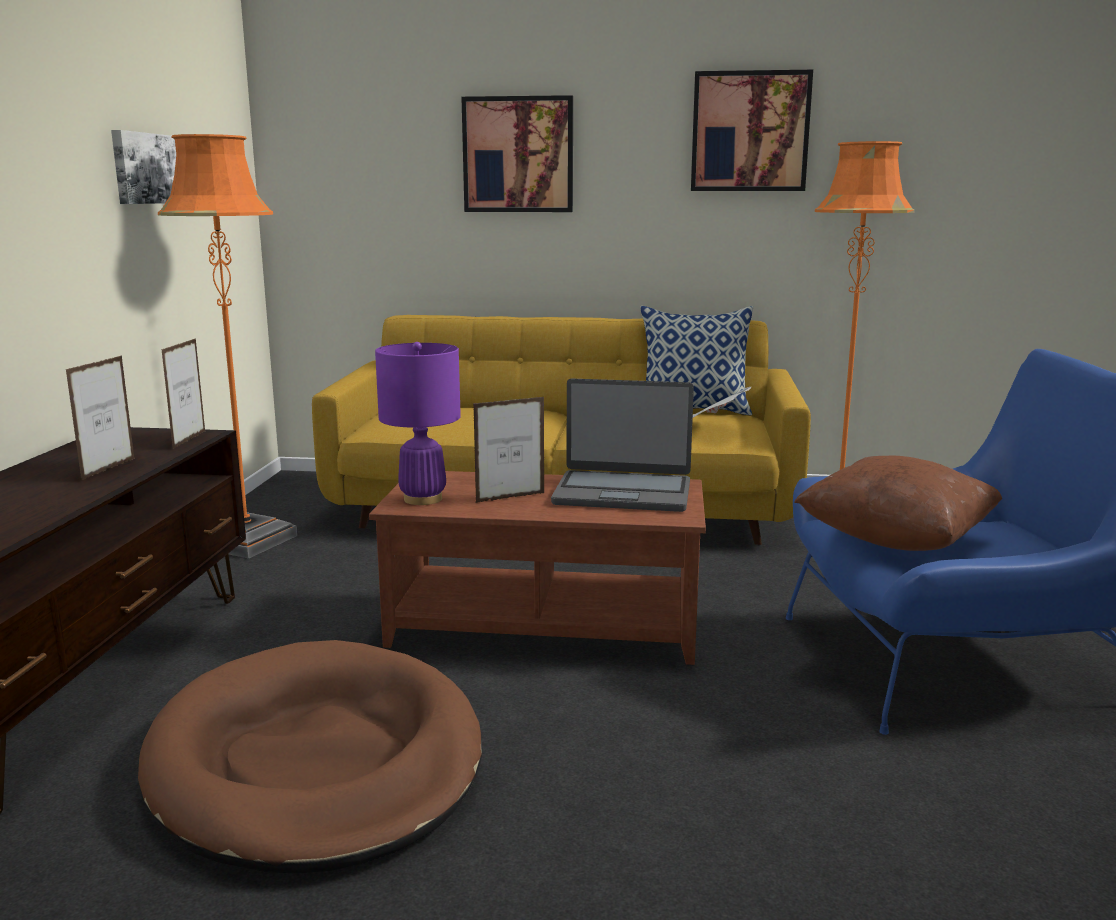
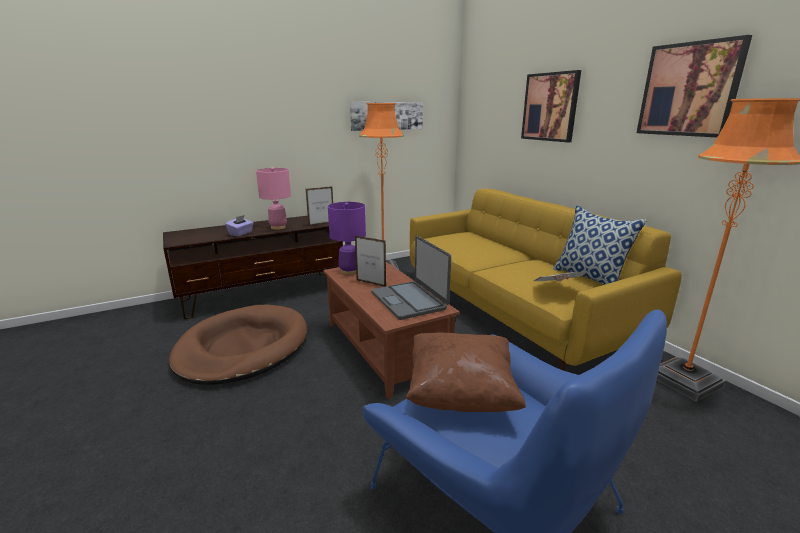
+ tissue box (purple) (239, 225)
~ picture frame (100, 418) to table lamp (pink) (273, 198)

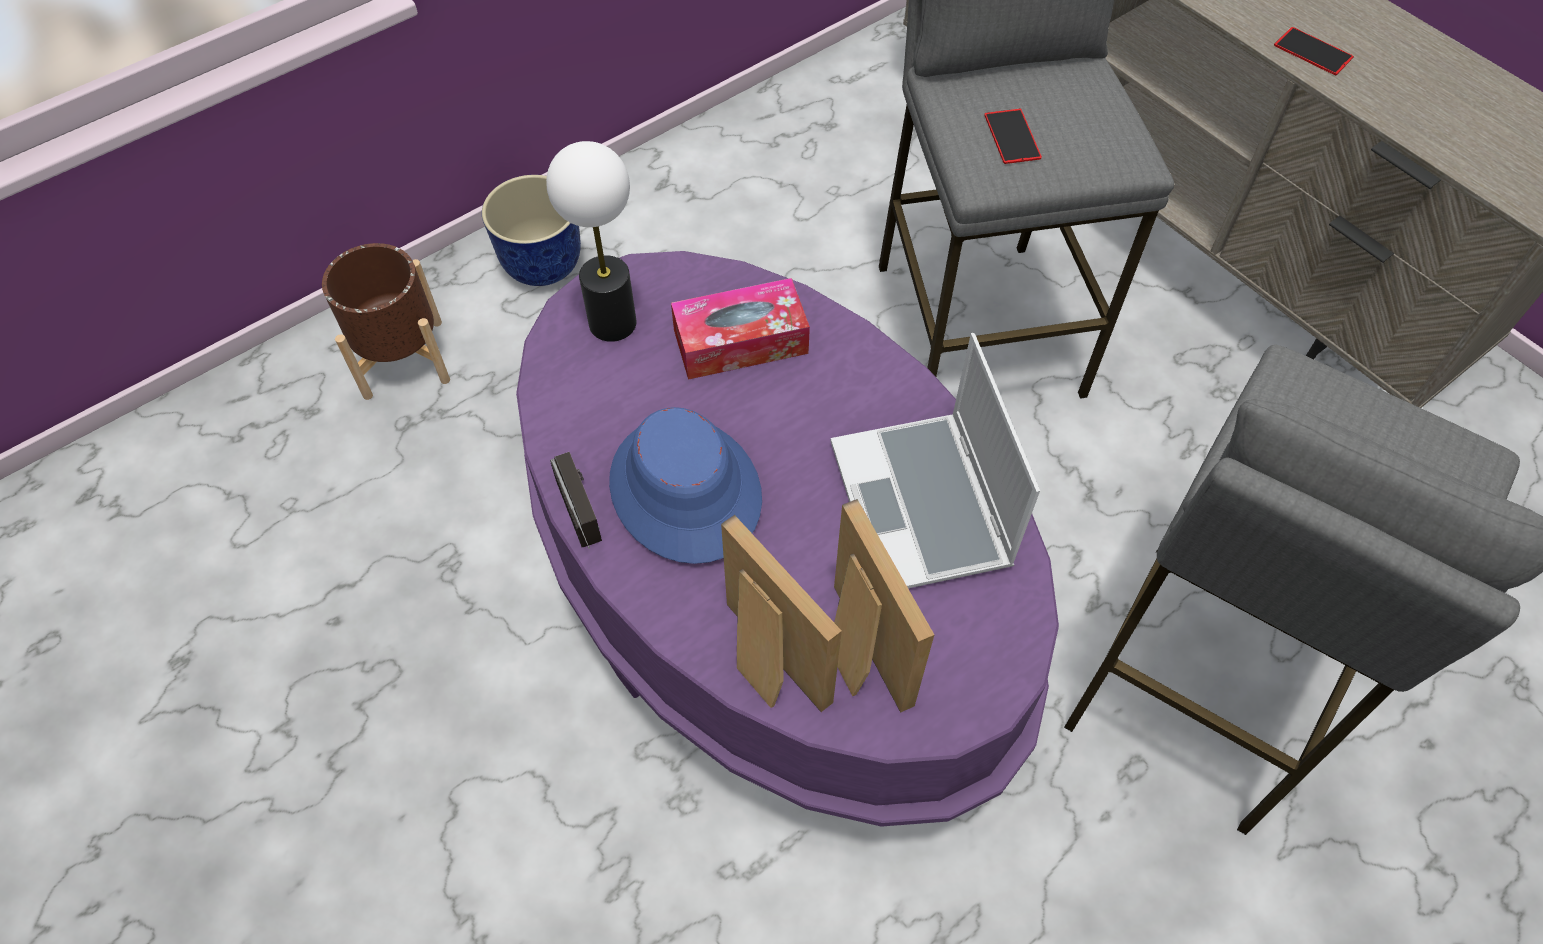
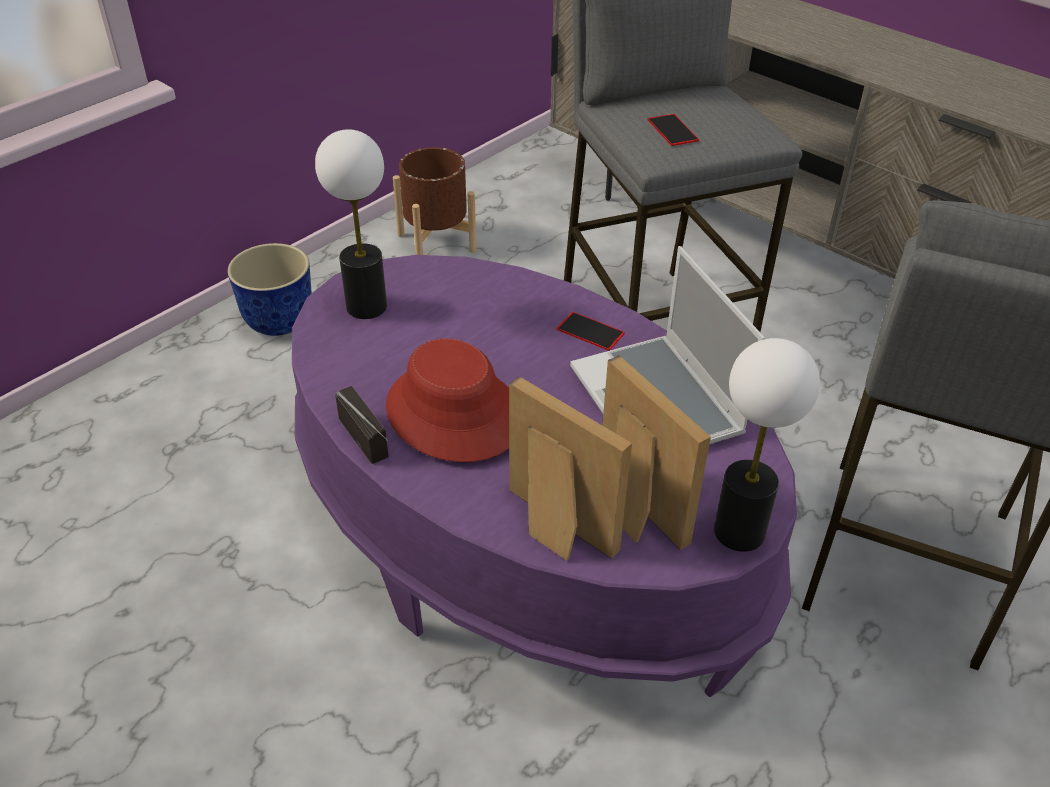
~ hat (blue) (685, 485) to hat (red) (447, 400)
~ planter (brown) (386, 321) to (434, 201)
~ phone (1314, 51) to (590, 331)
+ table lamp (767, 445)
- tissue box (740, 329)

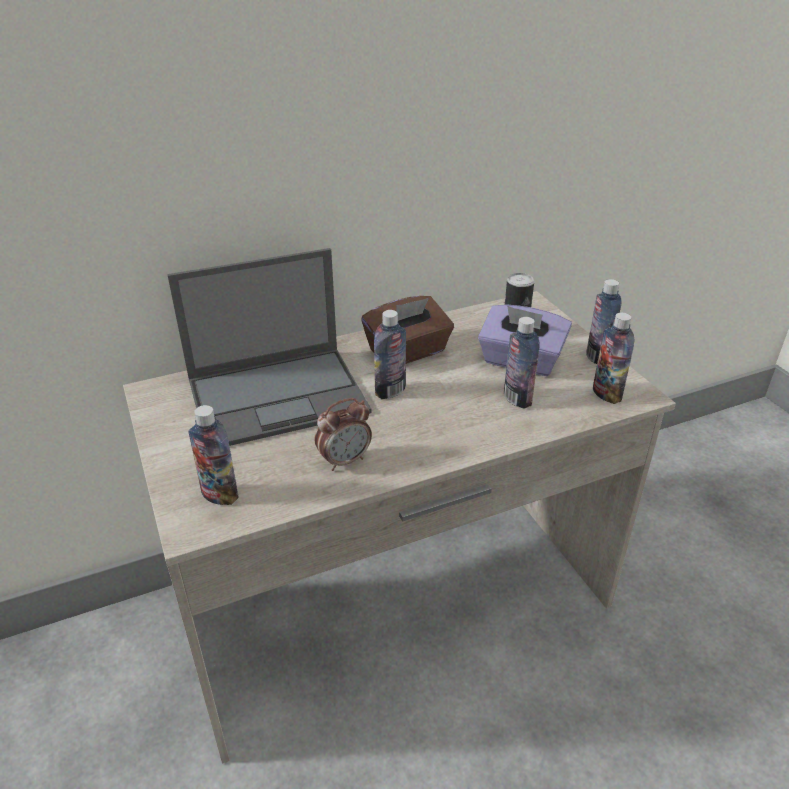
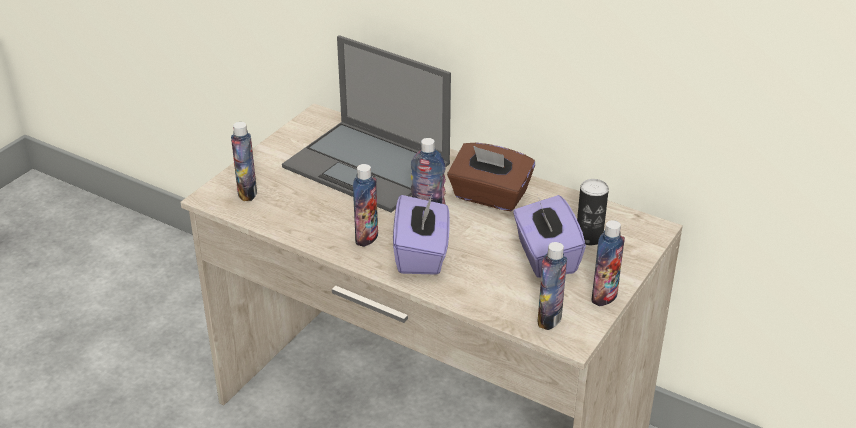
~ bottle (522, 363) to (365, 205)
+ tissue box (purple) (421, 234)
- alarm clock (343, 434)

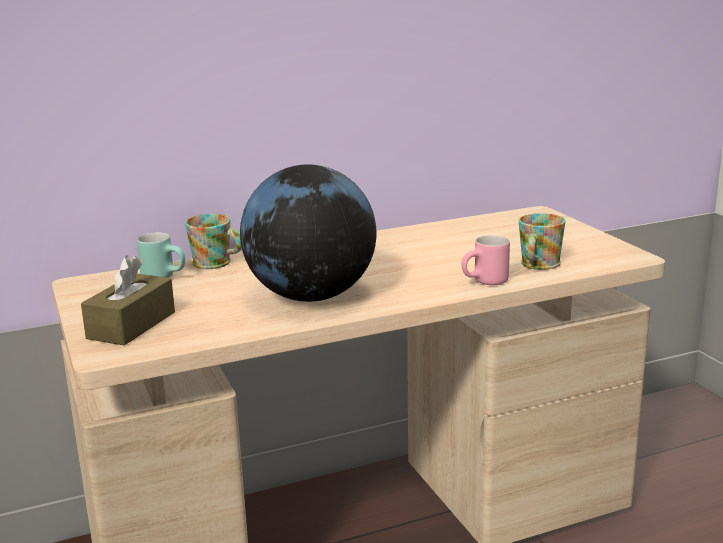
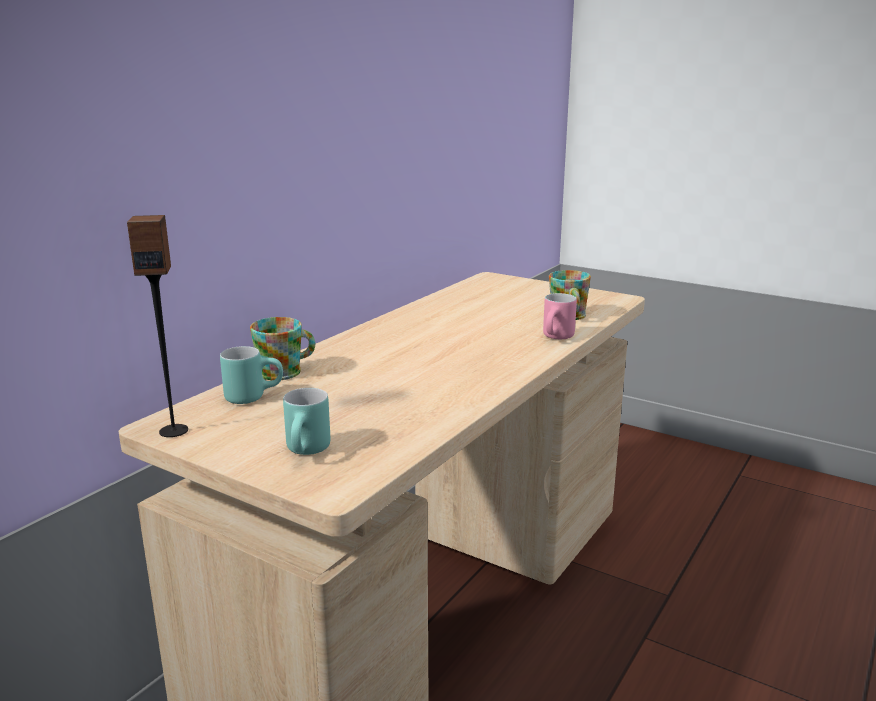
+ speaker (157, 326)
~ tissue box (brown) (128, 300) to mug (turquoise) (307, 421)
- globe (308, 233)

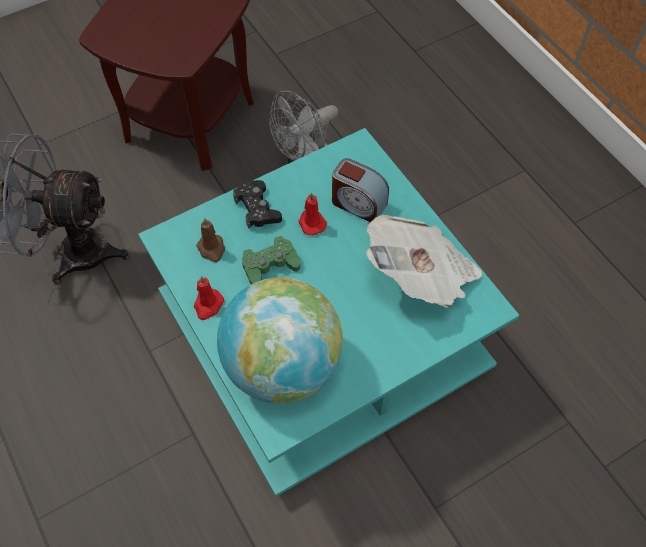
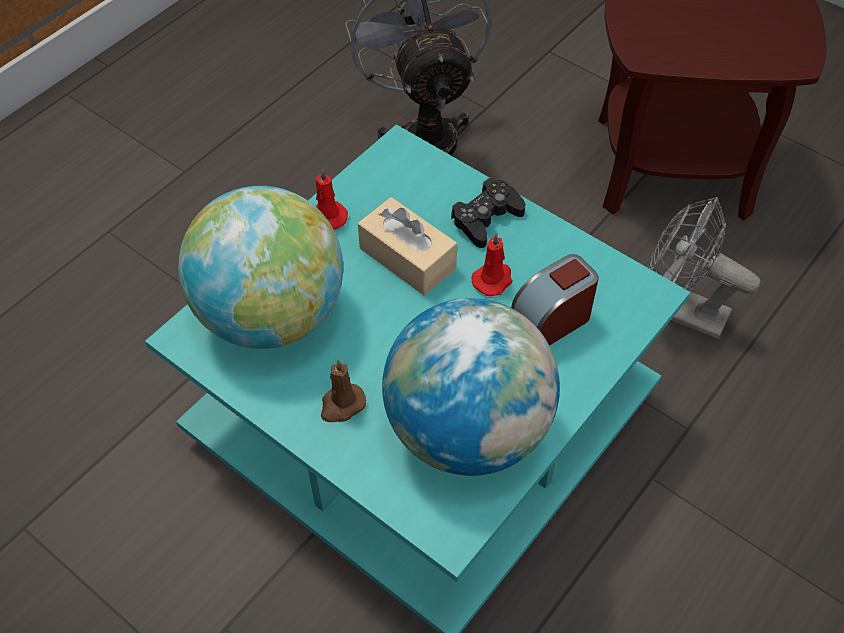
~ candle (brown) (210, 240) to (343, 391)
~ game controller (green) (271, 260) to tissue box (beige) (407, 246)
~ newspaper (424, 260) to globe (471, 387)
~ alarm clock (360, 190) = (555, 300) 45 degrees clockwise

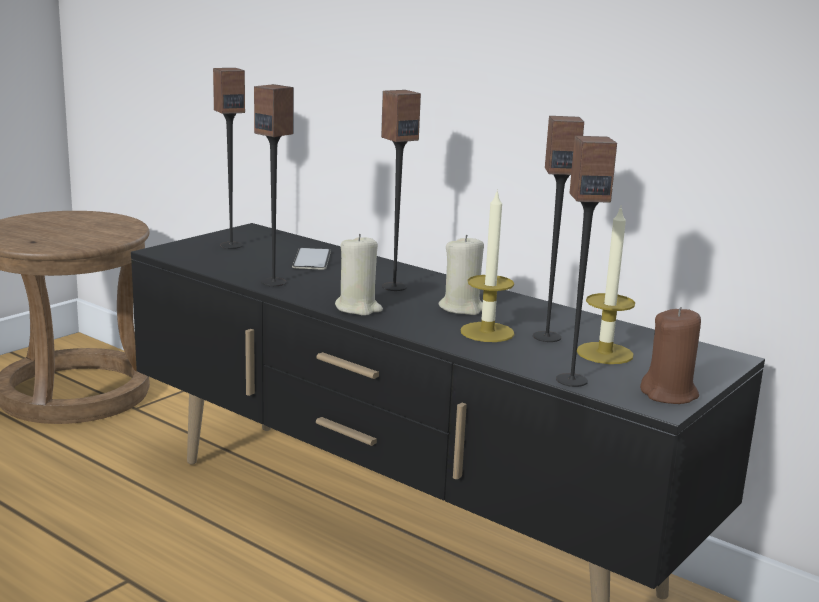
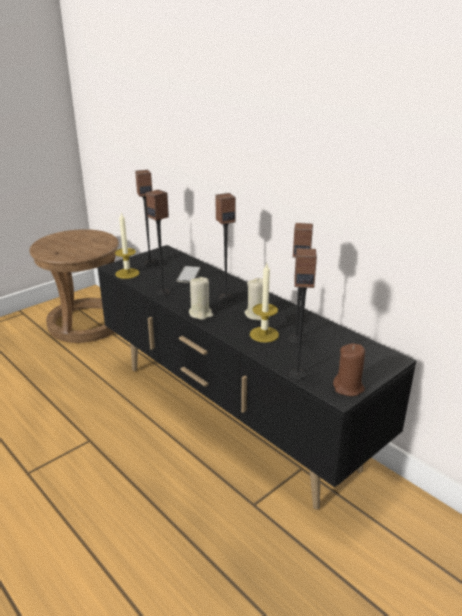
~ candle (606, 284) to (127, 245)

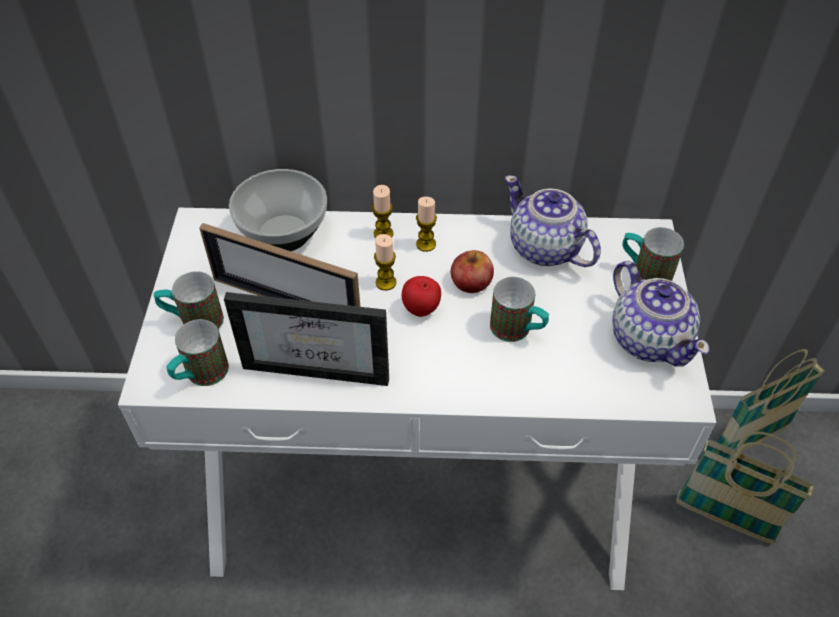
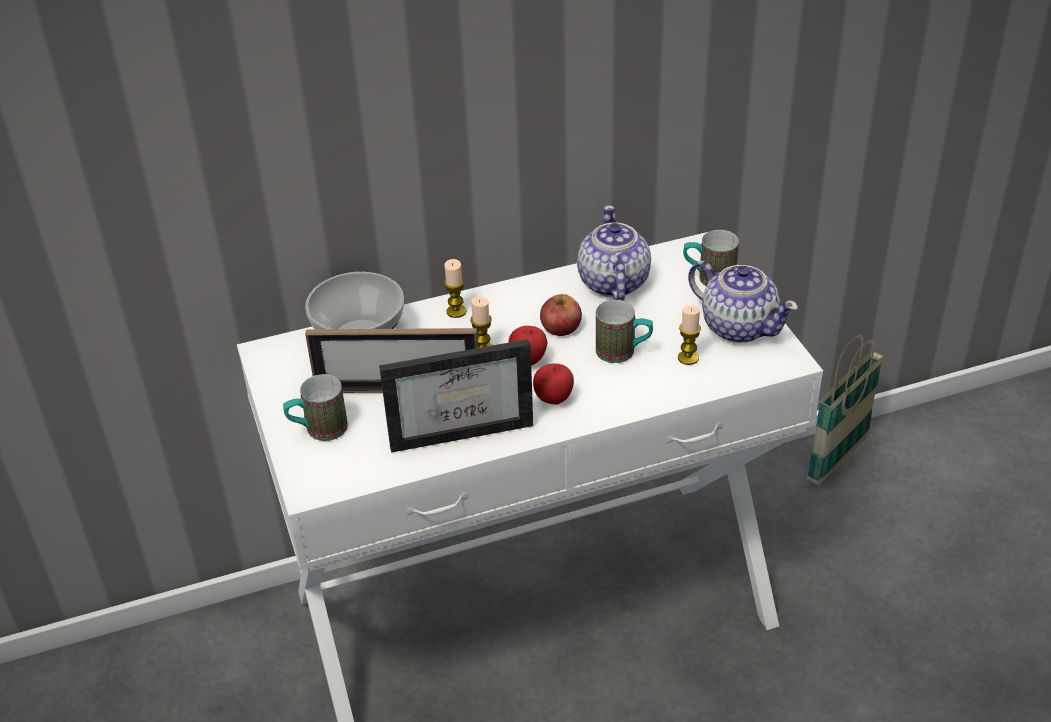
+ apple (553, 384)
~ teapot (553, 221) = (614, 253) 60 degrees clockwise
~ candle (426, 224) to (689, 335)
- mug (197, 352)
- basket (745, 488)

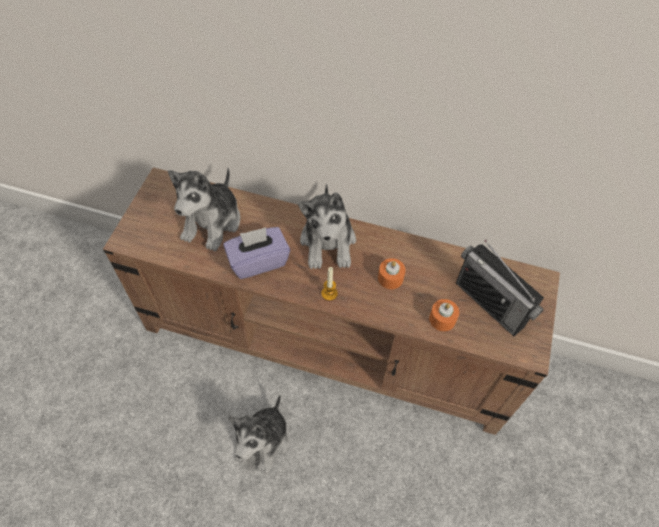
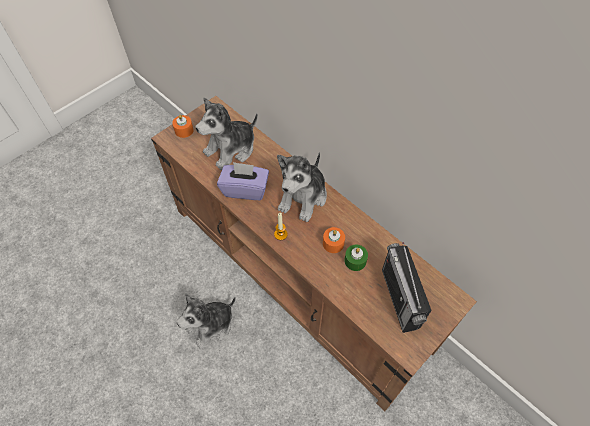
~ candle (orange) (444, 315) to (182, 126)
+ candle (green) (356, 258)

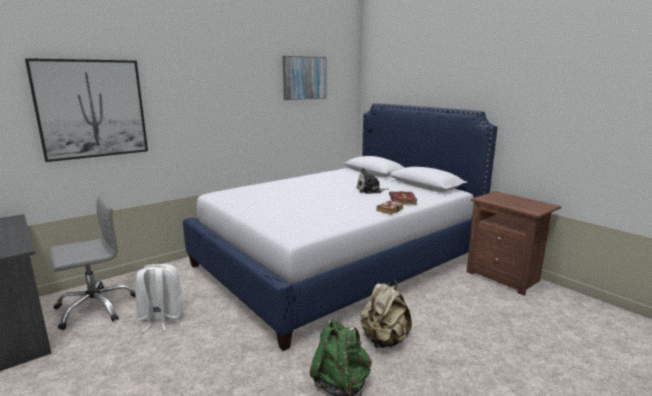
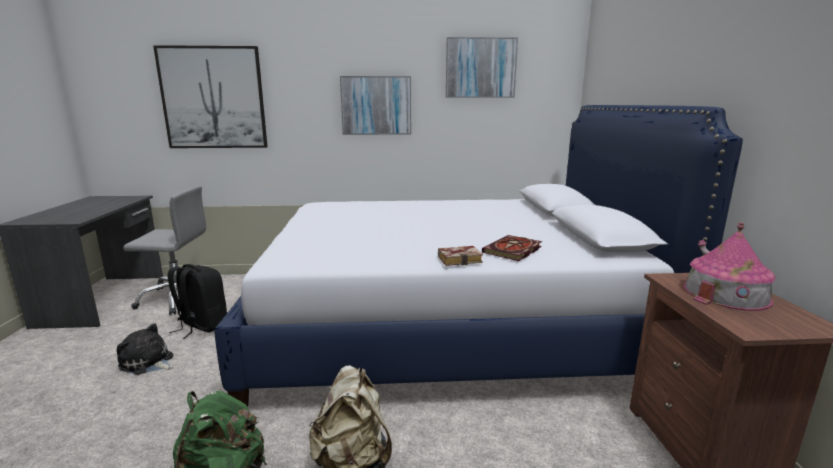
~ plush toy (372, 181) to (145, 349)
~ backpack (white) (159, 297) to backpack (black) (197, 301)
+ picture (375, 105)
+ toy house (729, 266)

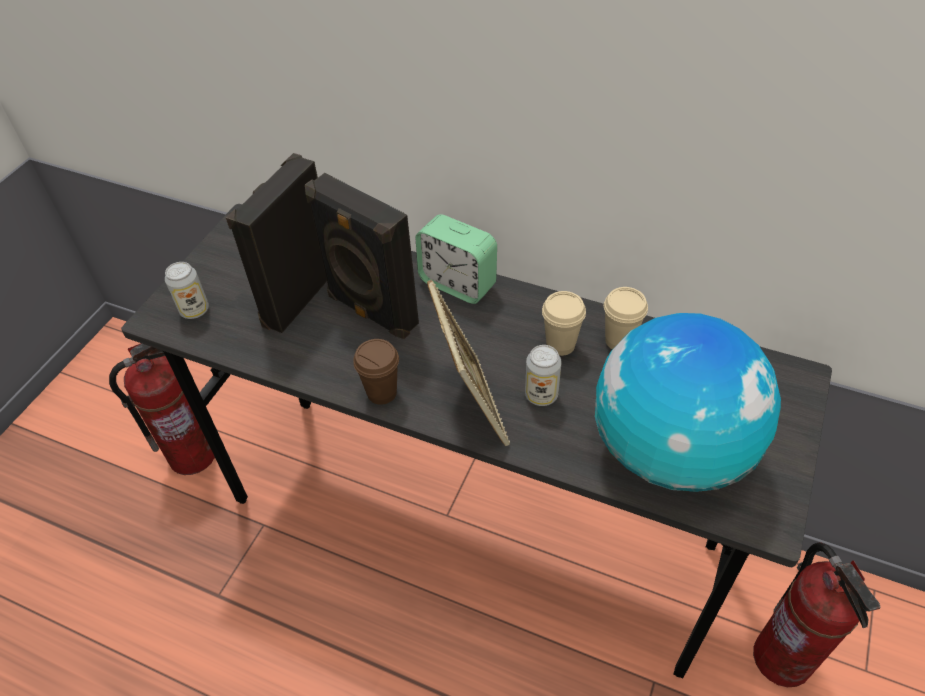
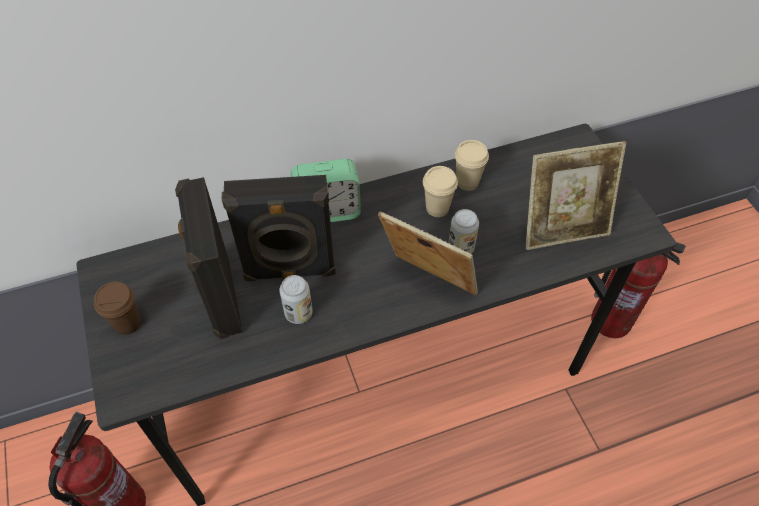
~ cup (brown) (376, 372) to (117, 308)
~ can (187, 290) to (296, 299)
~ globe (688, 402) to picture frame (575, 195)

